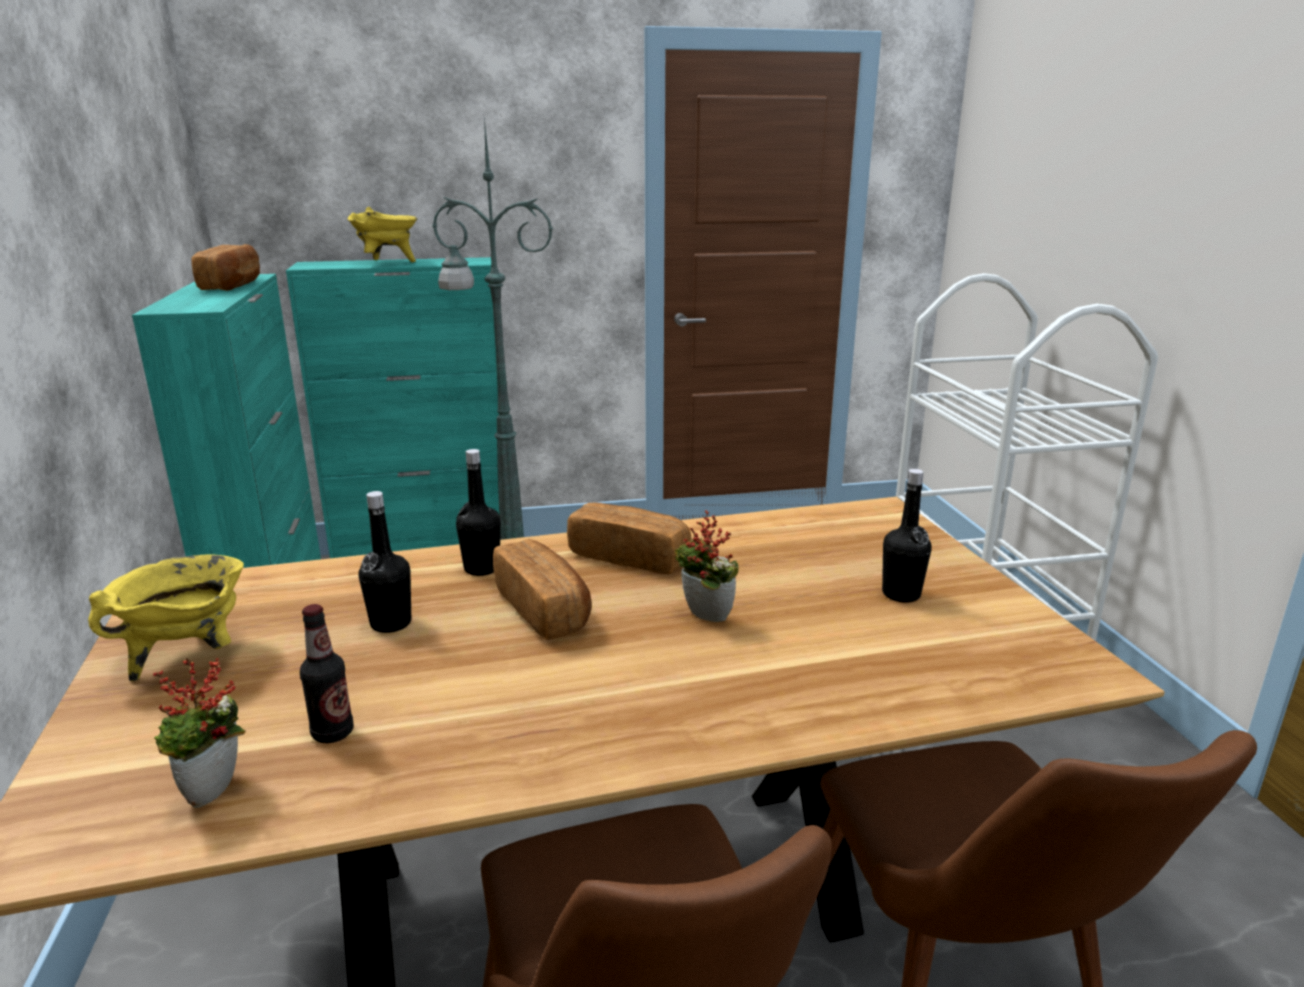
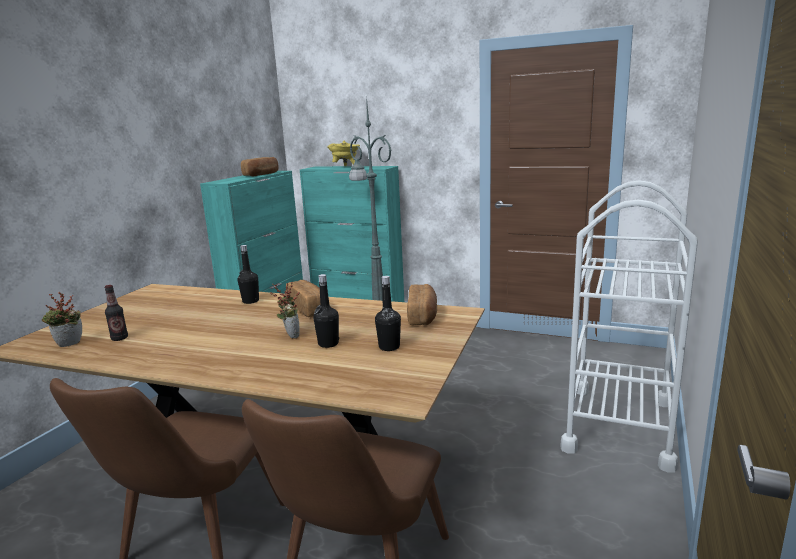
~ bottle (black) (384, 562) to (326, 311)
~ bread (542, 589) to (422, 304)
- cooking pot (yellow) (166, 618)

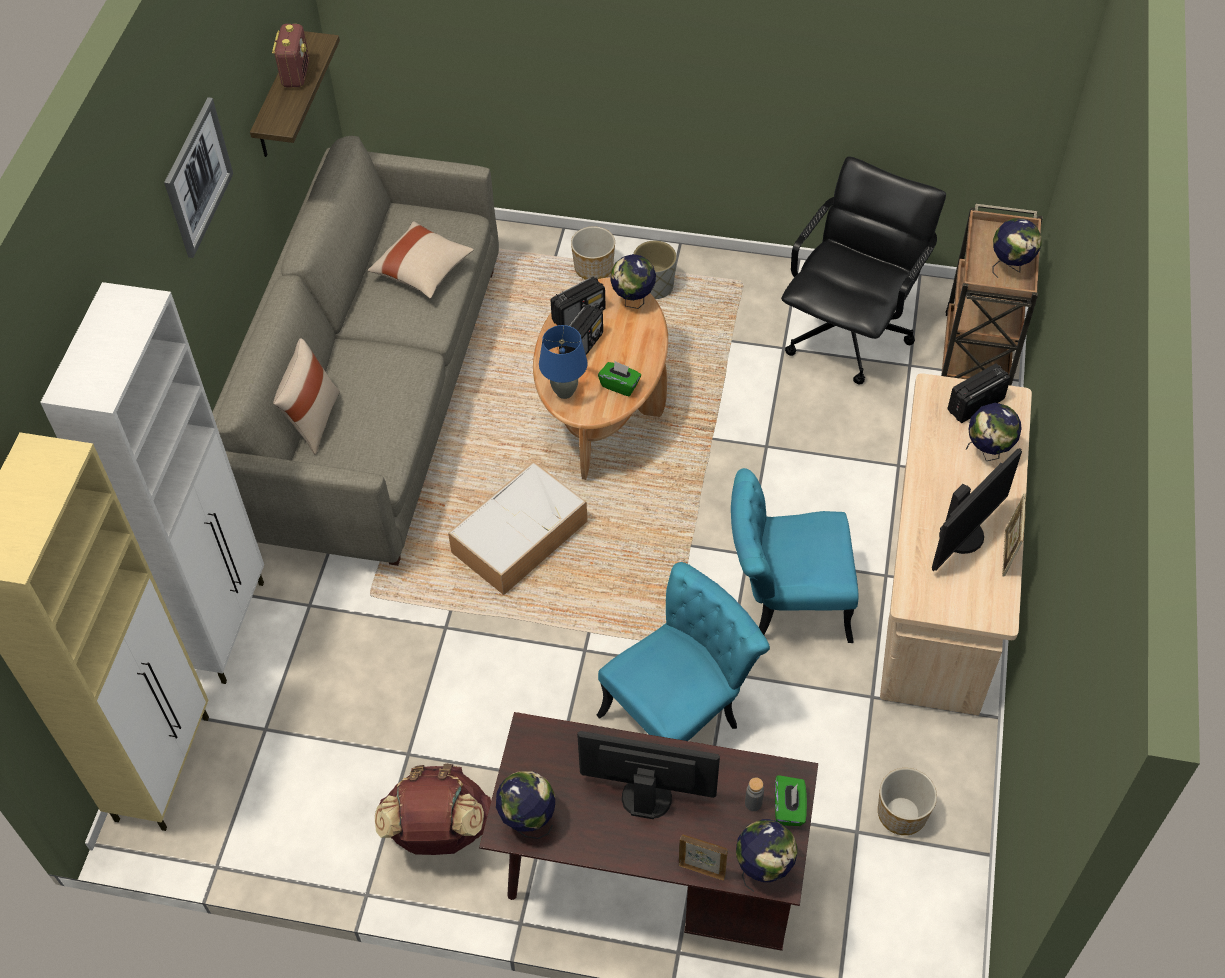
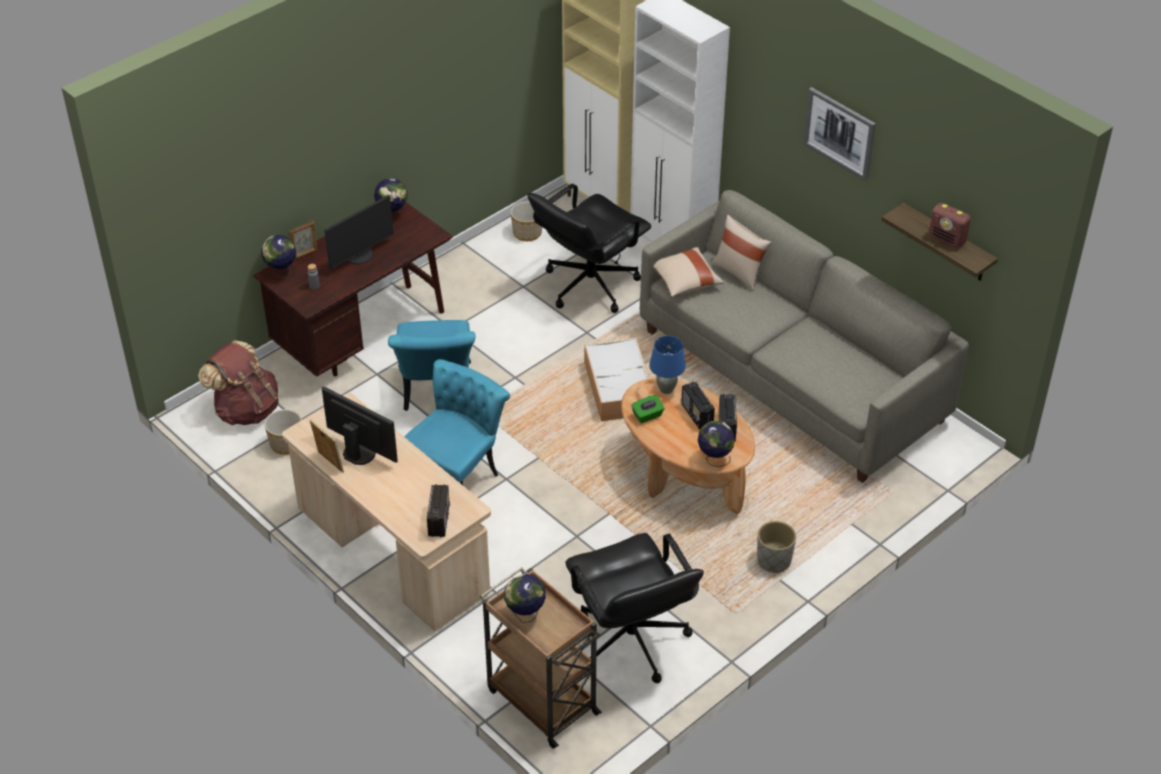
~ backpack (brown) (433, 809) to (238, 382)
~ monitor (977, 509) = (360, 425) 135 degrees clockwise
~ planter (593, 253) to (526, 221)
+ office chair (black) (589, 248)
~ pillow (beige) (421, 260) to (688, 272)
- tissue box (green) (791, 800)
- globe (994, 432)

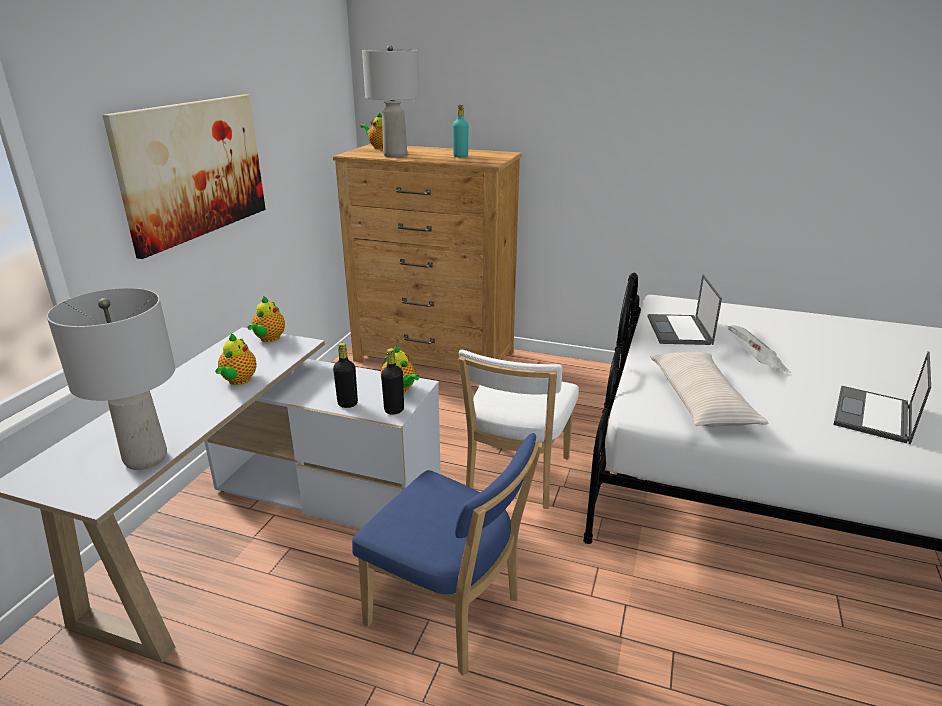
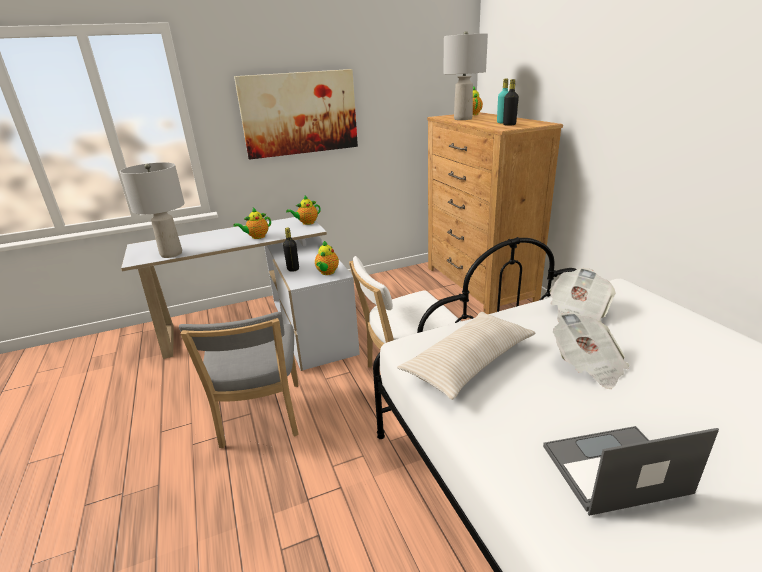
~ chair (blue) (447, 554) to chair (grey) (239, 380)
~ bottle (black) (392, 381) to (511, 102)
~ laptop (684, 309) to newspaper (582, 295)

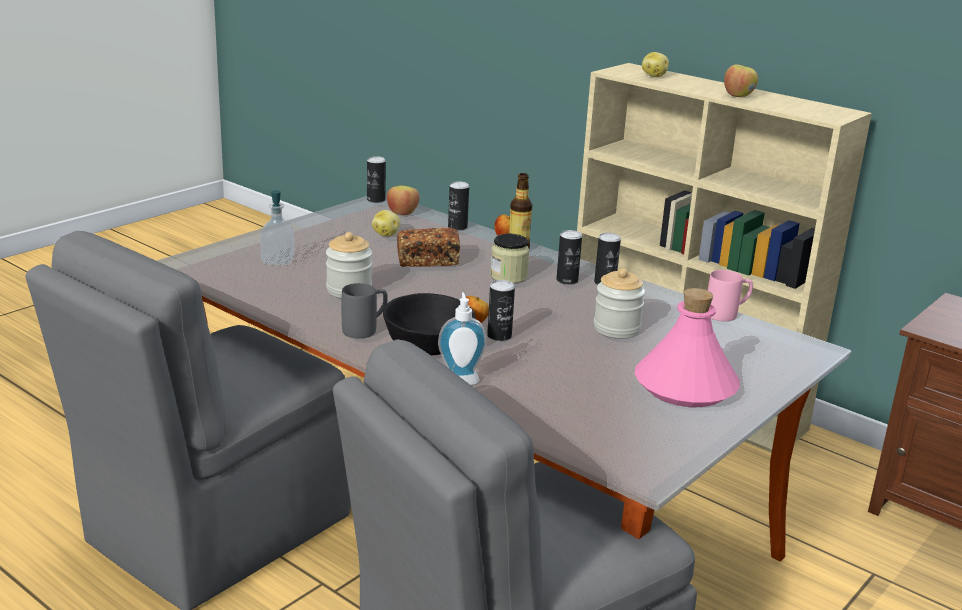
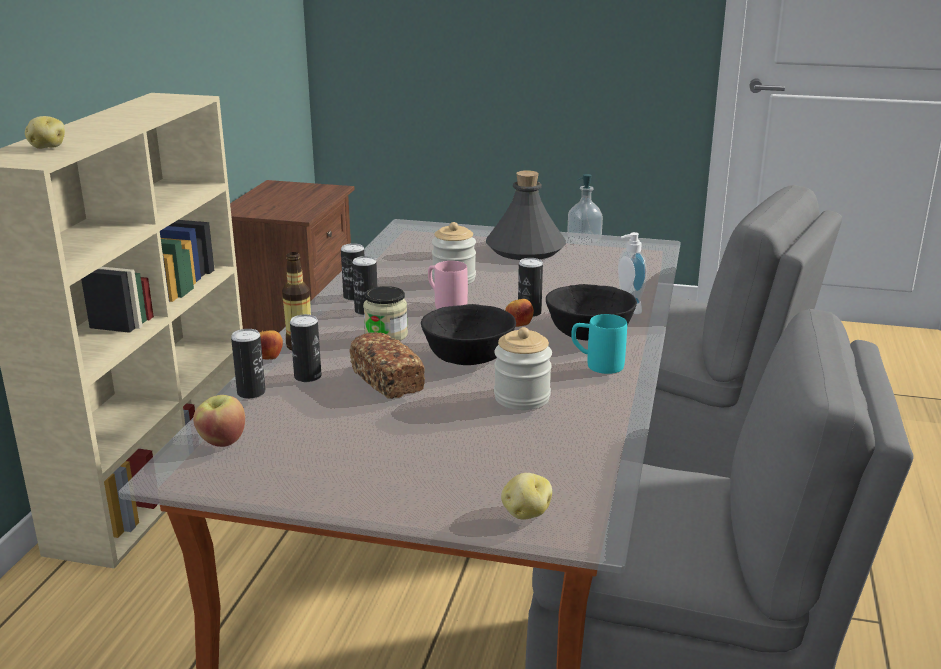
~ can (376, 179) to (306, 348)
+ bowl (black) (468, 334)
~ mug (pink) (730, 295) to (448, 285)
~ bottle (pink) (687, 347) to bottle (grey) (526, 215)
~ potato (386, 223) to (526, 496)
~ soap dispenser (277, 227) to (585, 209)
~ mug (grey) (365, 310) to mug (turquoise) (599, 344)
- apple (741, 80)

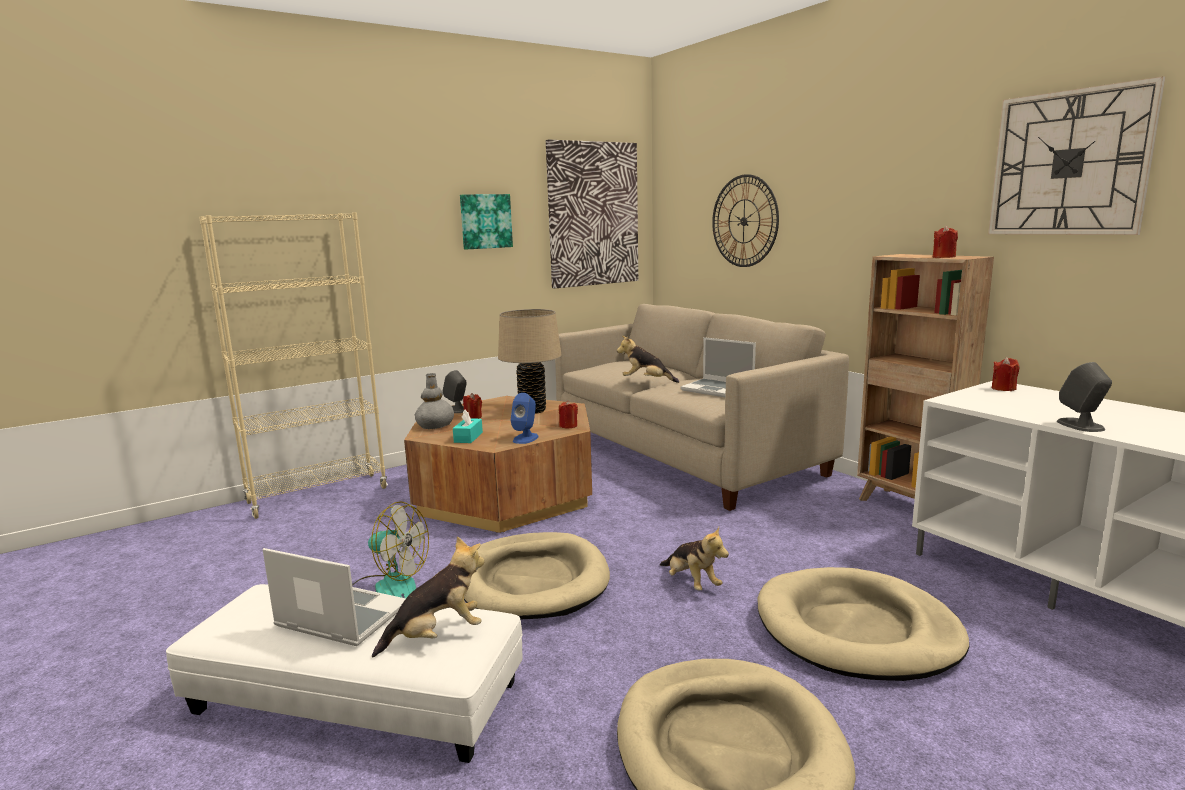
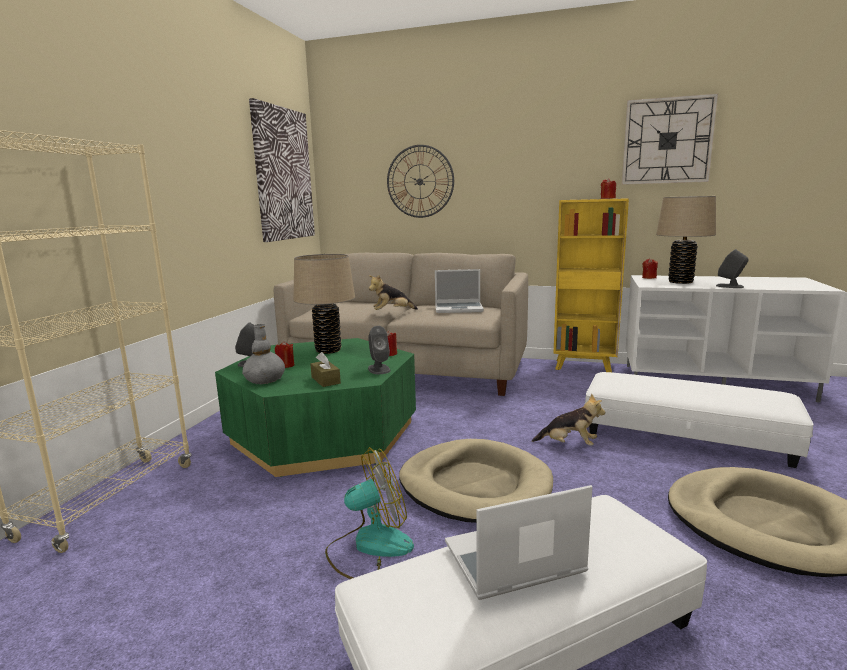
~ coffee table (brown) (498, 464) to coffee table (green) (315, 407)
~ tissue box (turquoise) (468, 426) to tissue box (brown) (326, 369)
~ speaker (blue) (525, 418) to speaker (grey) (379, 350)
~ bookcase (brown) (925, 377) to bookcase (yellow) (591, 285)
~ dog bed (beige) (863, 624) to ottoman (white) (699, 420)
+ table lamp (beige) (686, 240)
- plush toy (428, 596)
- picture (486, 221)

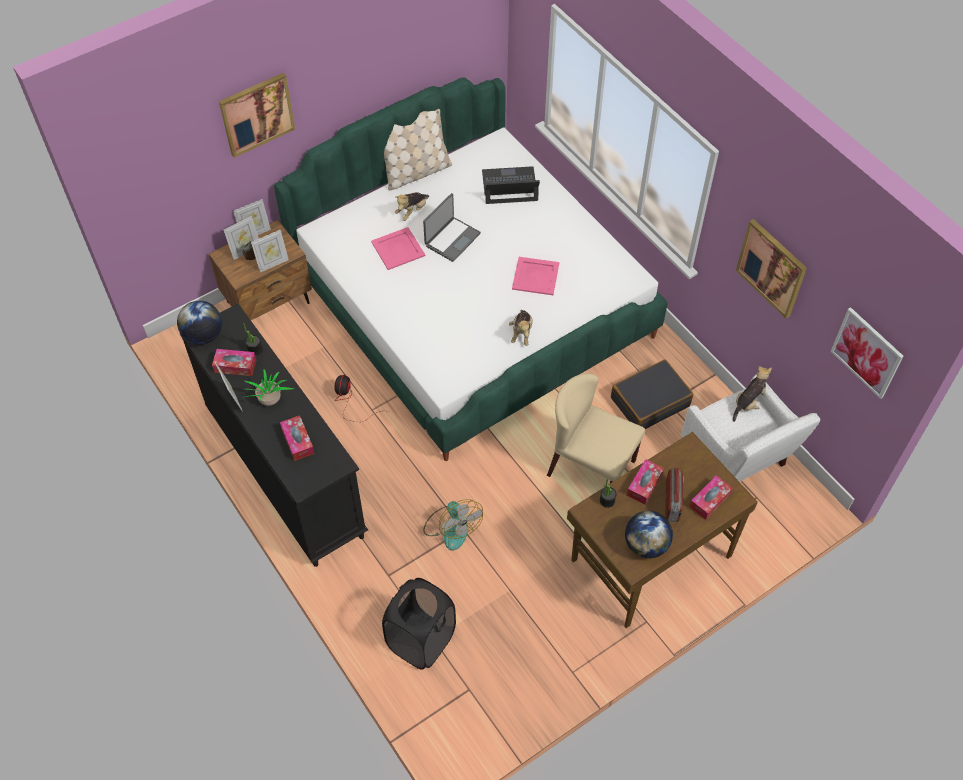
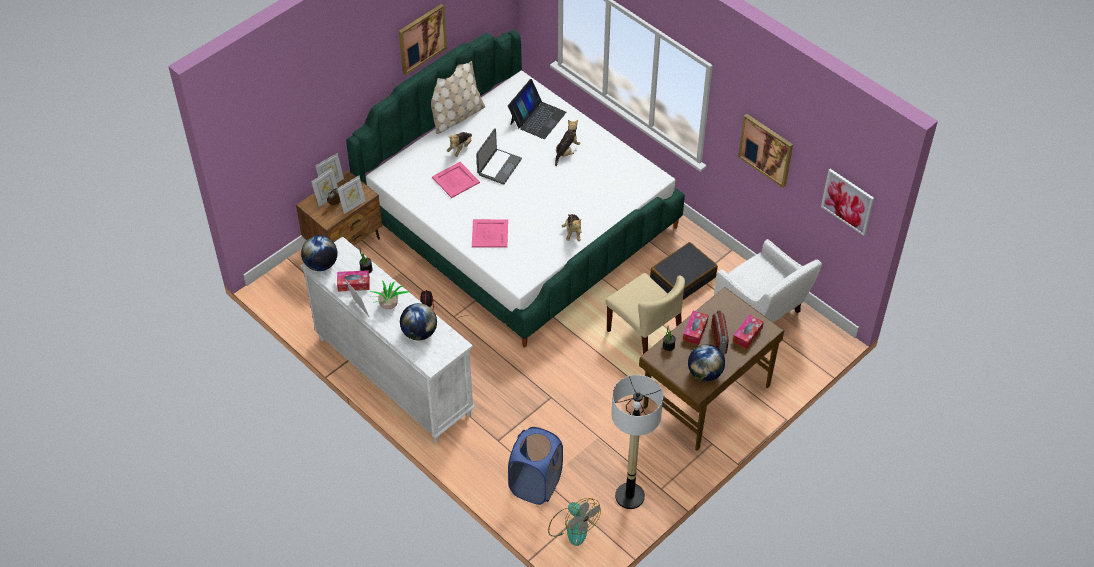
~ dresser (black) (274, 435) to dresser (white) (388, 339)
~ picture (257, 115) to (423, 39)
~ tissue box (297, 438) to globe (418, 322)
~ tray (pink) (535, 276) to (490, 233)
~ laptop (511, 185) = (537, 109) 135 degrees clockwise
~ laundry basket (black) (419, 624) to laundry basket (blue) (535, 466)
~ fan (453, 525) to (574, 522)
~ plush toy (752, 394) to (568, 143)
~ chair (beige) (596, 428) = (645, 313) 150 degrees counterclockwise
+ floor lamp (637, 442)

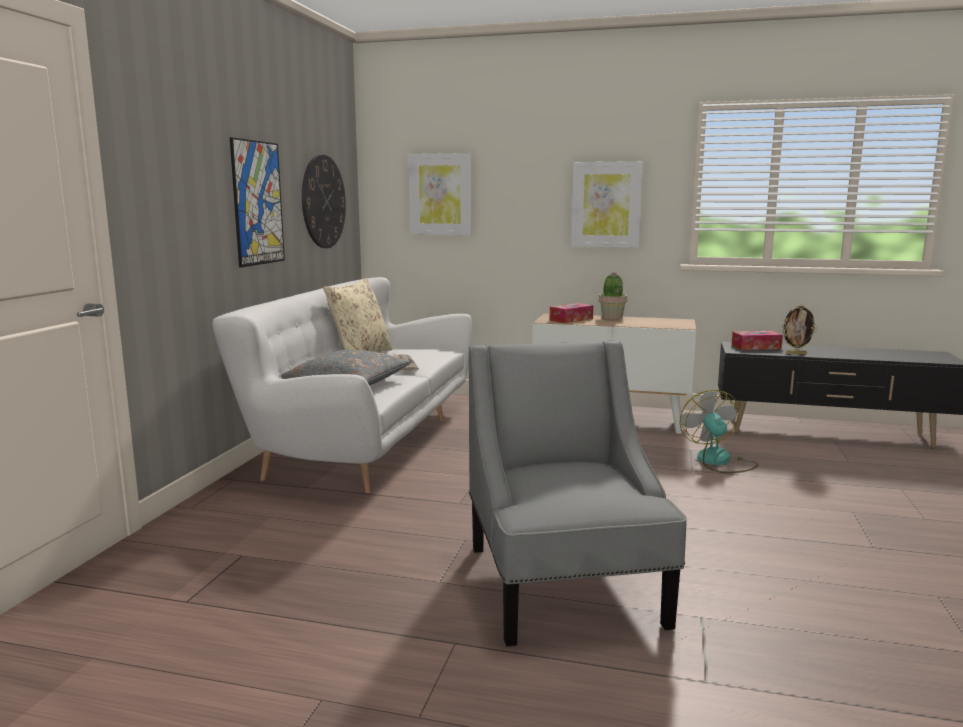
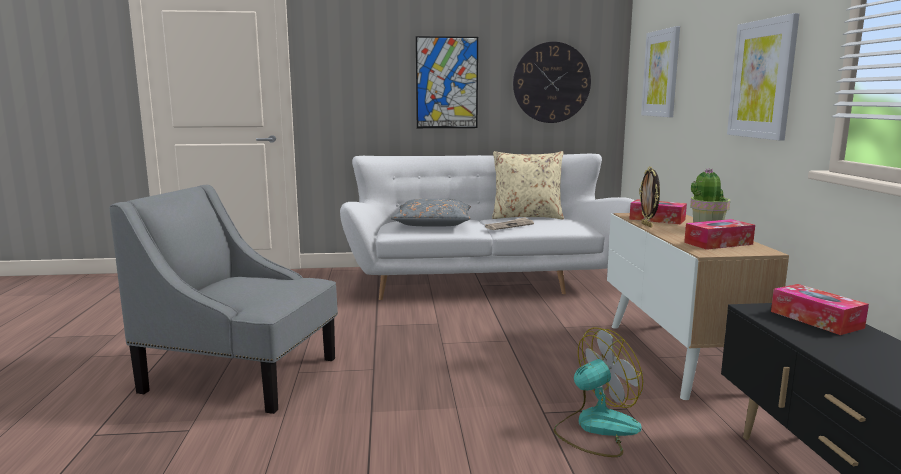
~ armchair (grey) (578, 493) = (224, 299) 135 degrees counterclockwise
~ picture frame (799, 329) to (649, 197)
+ tissue box (719, 234)

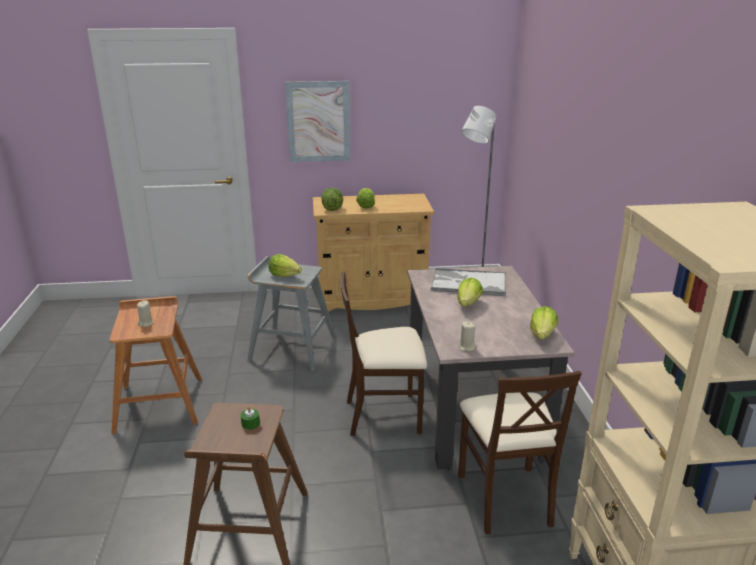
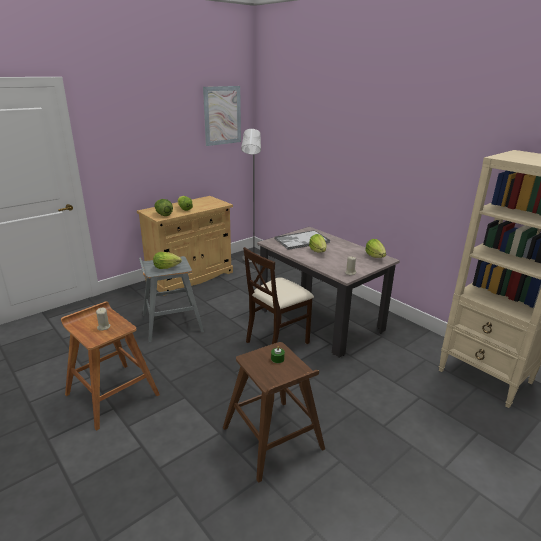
~ picture (317, 121) to (222, 116)
- chair (beige) (520, 453)

